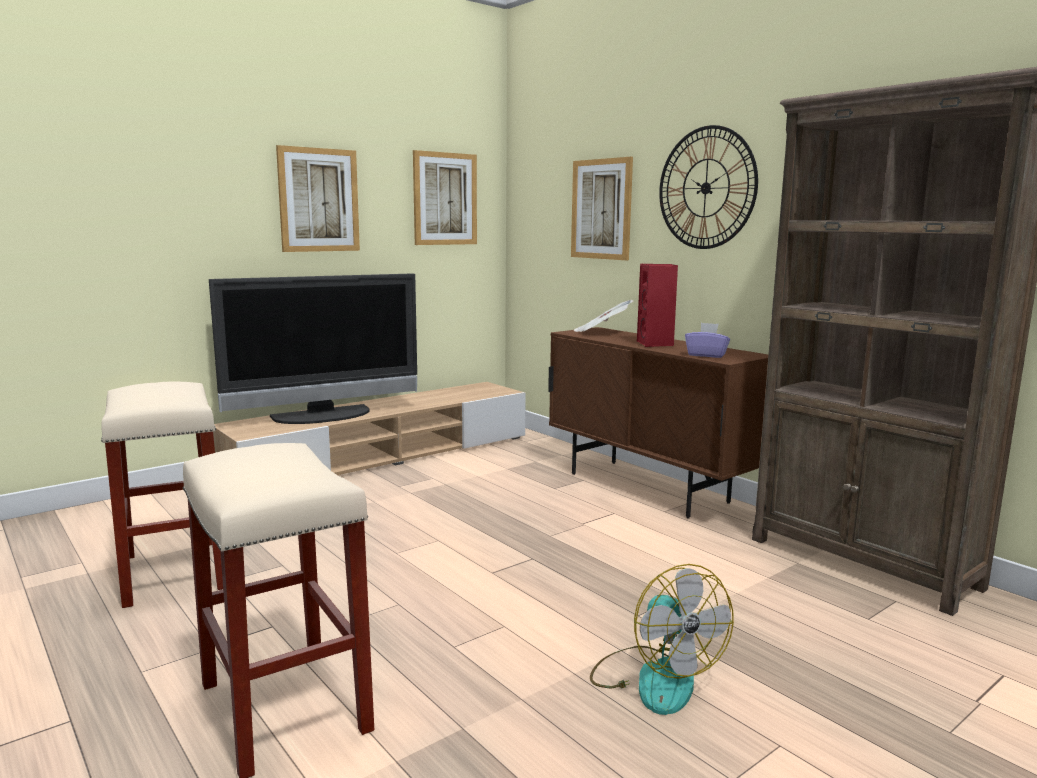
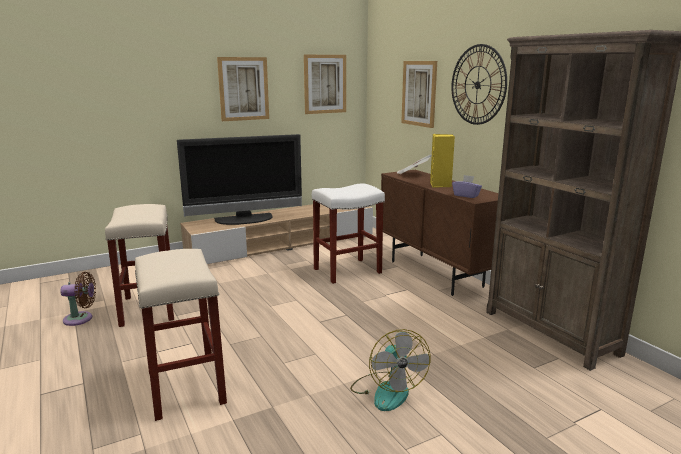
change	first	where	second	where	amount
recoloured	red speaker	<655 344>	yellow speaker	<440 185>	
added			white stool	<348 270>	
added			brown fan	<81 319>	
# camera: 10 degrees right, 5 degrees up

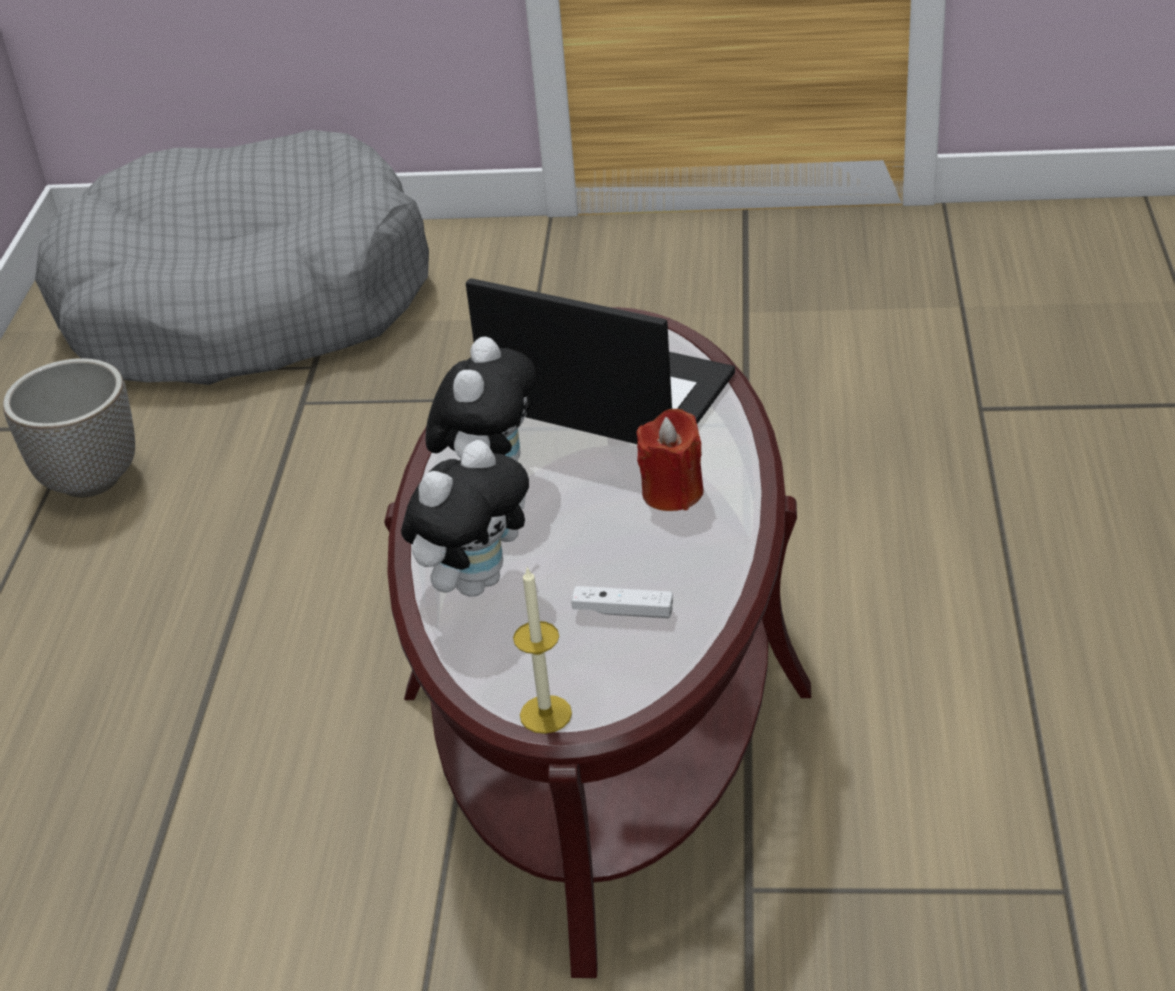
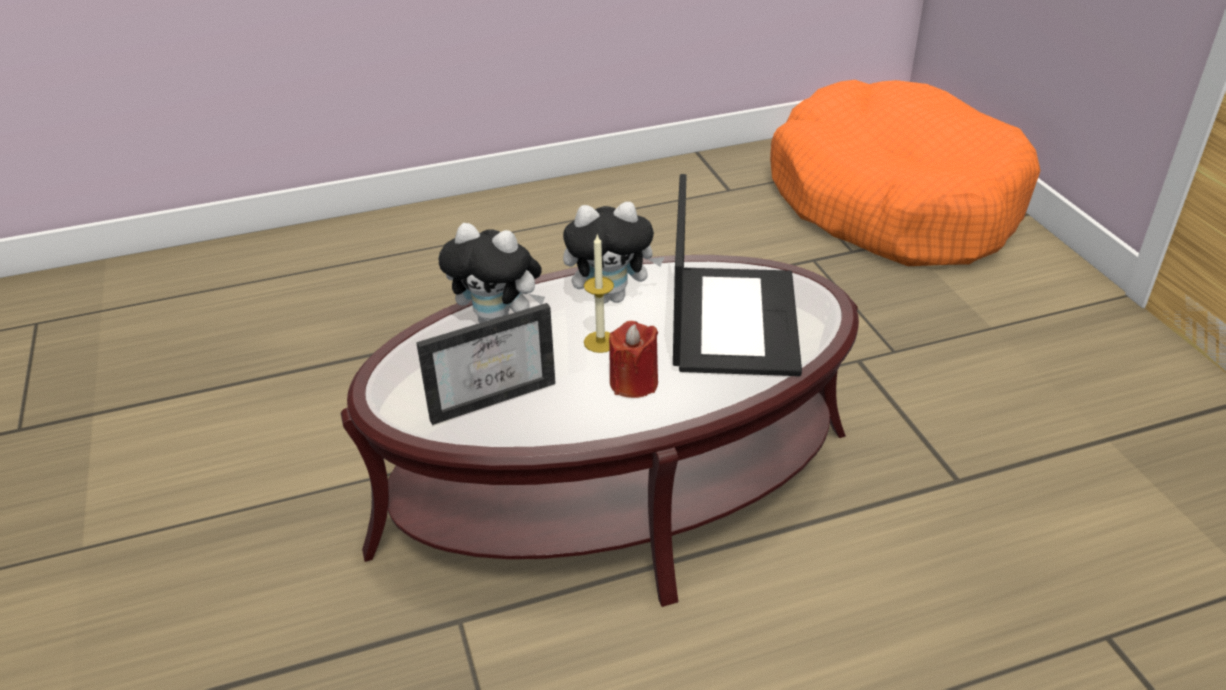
change	first	where	second	where	amount
recoloured	grey dog bed	<244 303>	orange dog bed	<893 202>	
removed	planter	<89 479>			
moved	candle	<545 714>		<600 342>	
replaced	white game controller	<623 611>	picture frame	<491 393>	
# camera: 65 degrees right, 0 degrees up

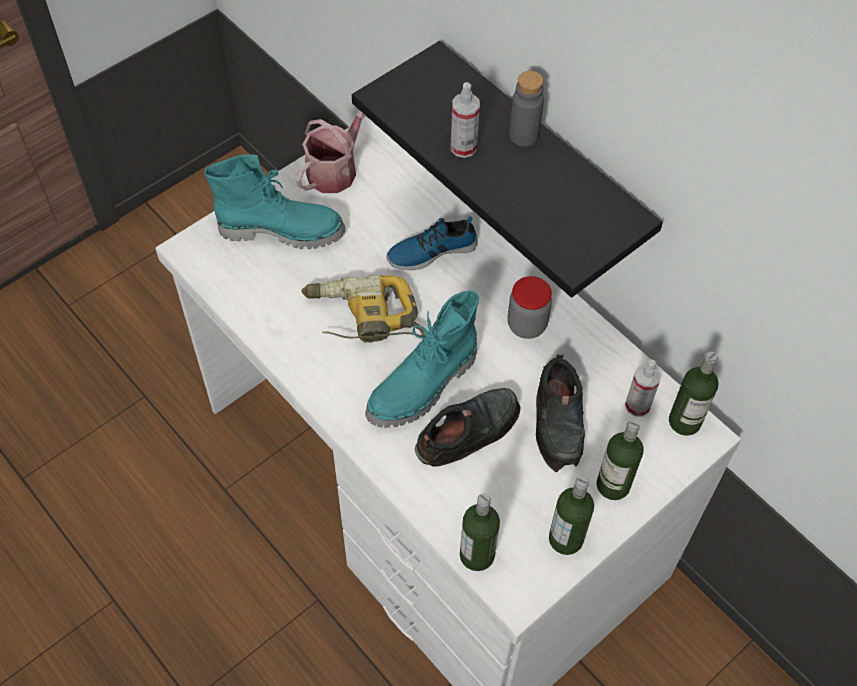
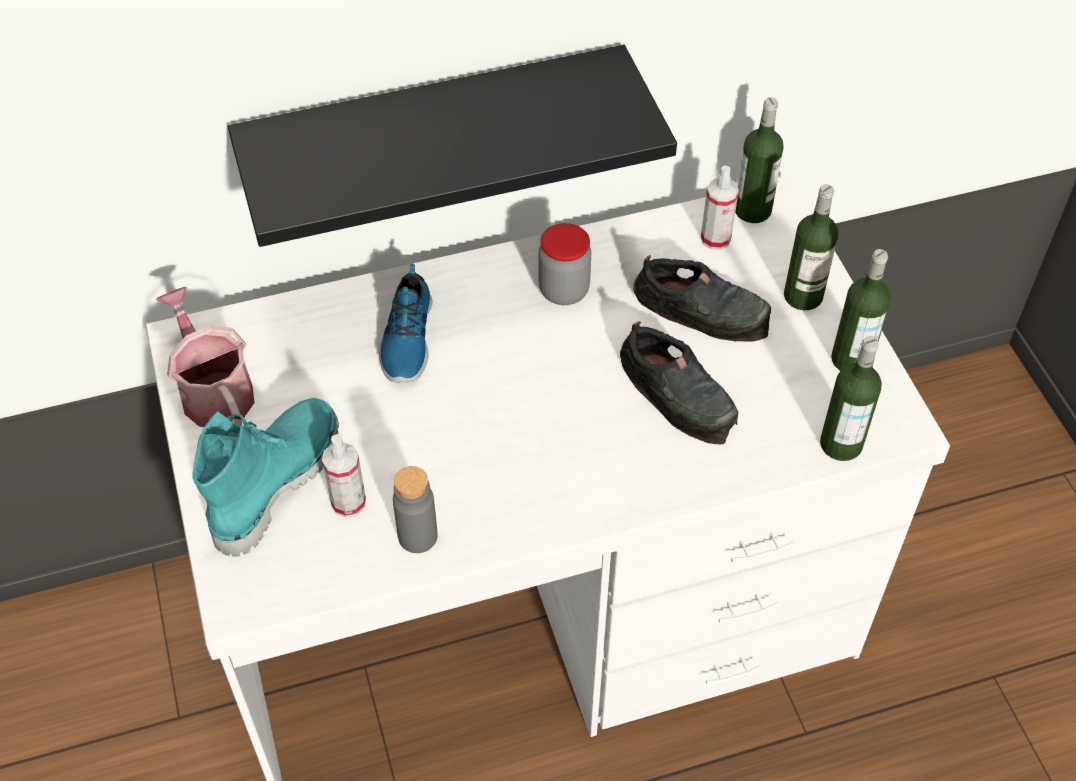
change	first	where	second	where	amount
moved	grey bottle	<524 135>		<418 536>	
moved	spray bottle	<463 147>		<348 502>	
removed	power drill	<362 318>			
removed	turquoise boot	<424 387>			
turned	black shoe	<469 430>		<678 394>	150 degrees clockwise
# camera: 65 degrees left, 5 degrees down

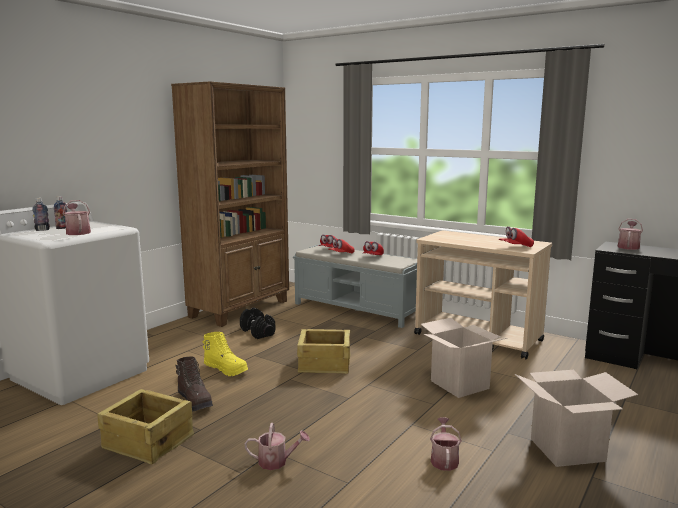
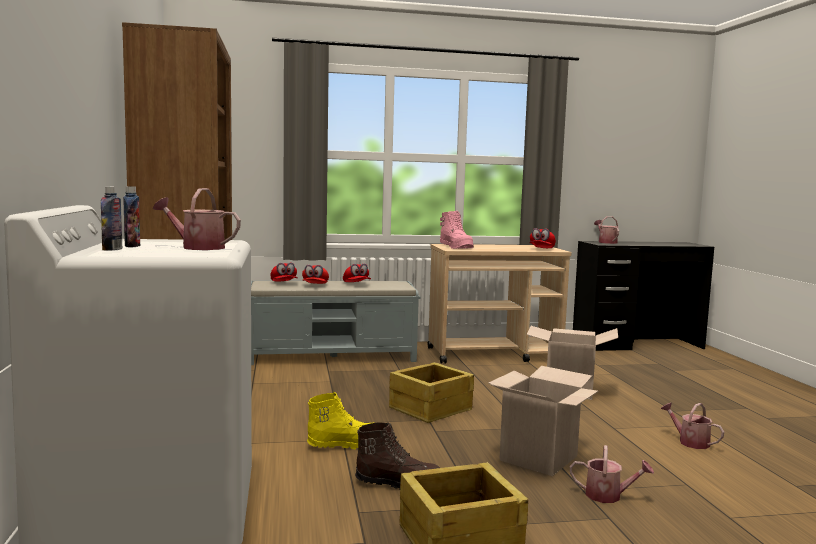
change	first	where	second	where	amount
removed	black dumbbell	<258 332>			
moved	cardboard box	<567 450>		<538 458>	
turned	watering can	<277 462>		<608 496>	60 degrees clockwise
added			pink boot	<456 247>	
# camera: 45 degrees left, 5 degrees down

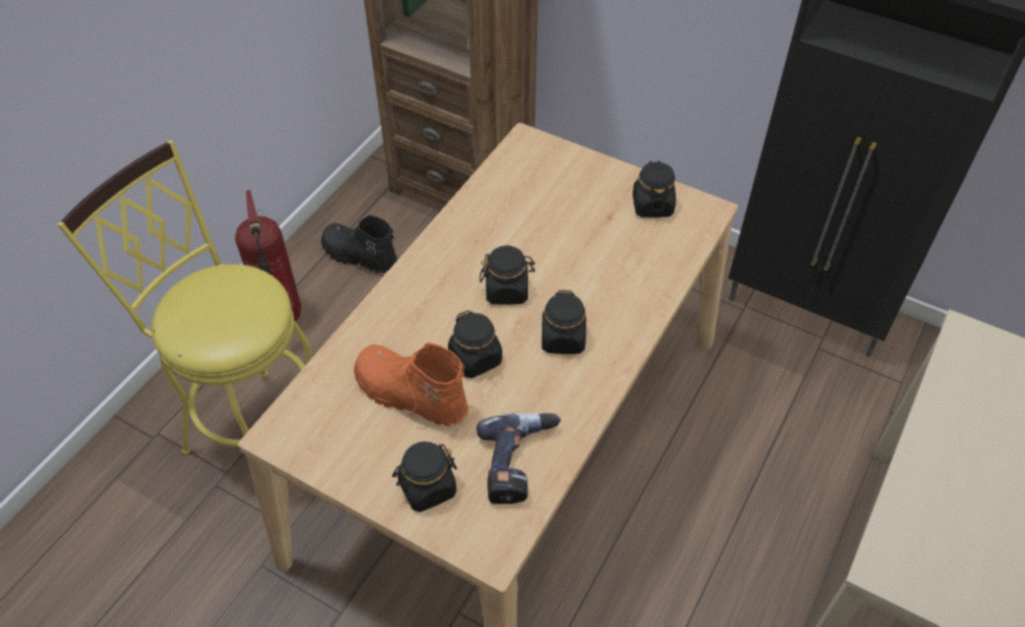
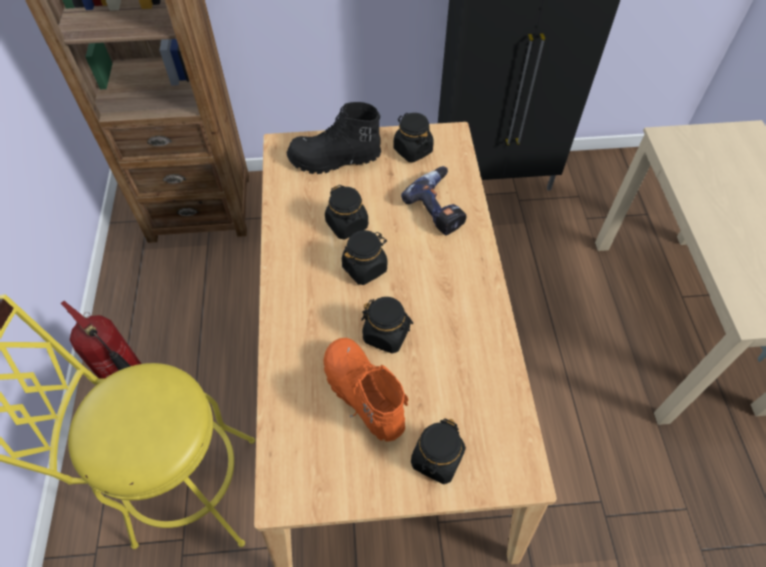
change	first	where	second	where	amount
moved	black boot	<359 256>		<334 160>	
moved	black jar	<563 339>		<347 225>	
turned	orange boot	<409 396>		<362 394>	60 degrees clockwise
moved	power drill	<520 463>		<440 206>	
# camera: 35 degrees left, 5 degrees up

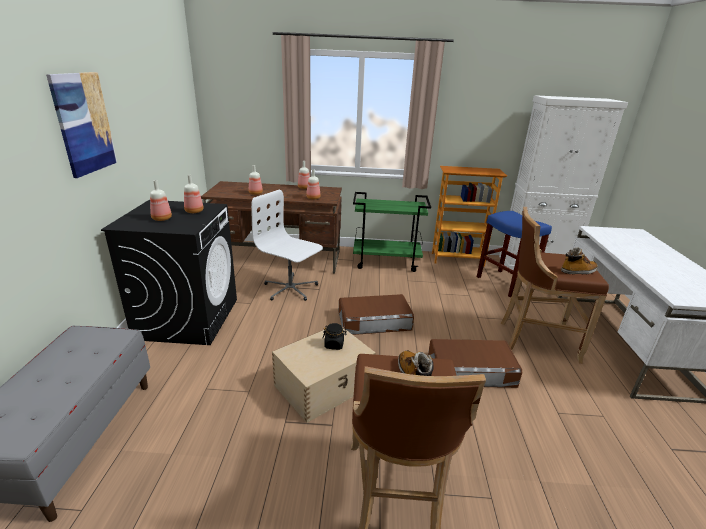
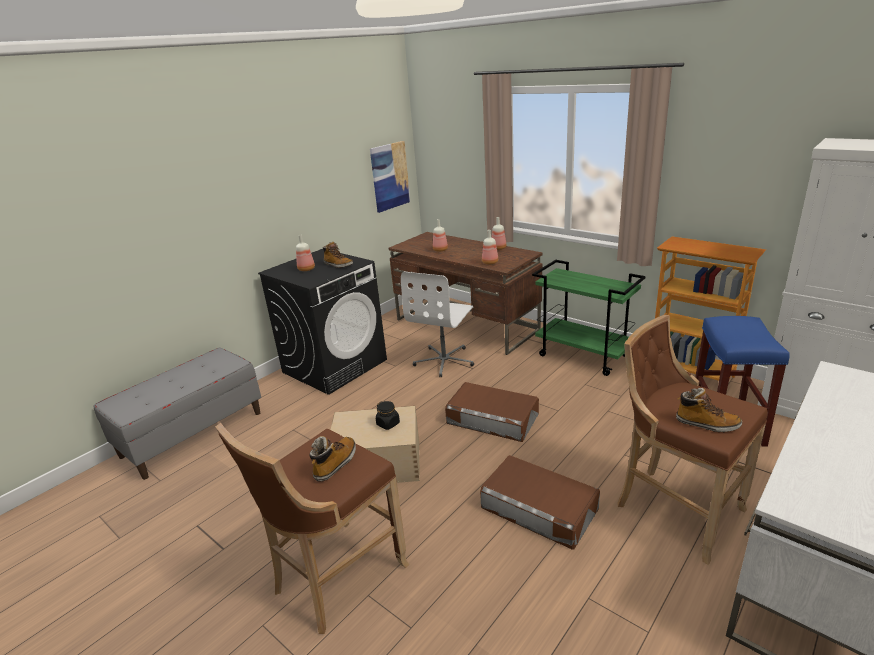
change	first	where	second	where	amount
moved	picture	<84 123>		<390 176>	
replaced	bottle	<194 211>	boot	<338 265>	
turned	white office chair	<290 289>		<444 361>	135 degrees counterclockwise
# camera: 40 degrees right, 0 degrees up

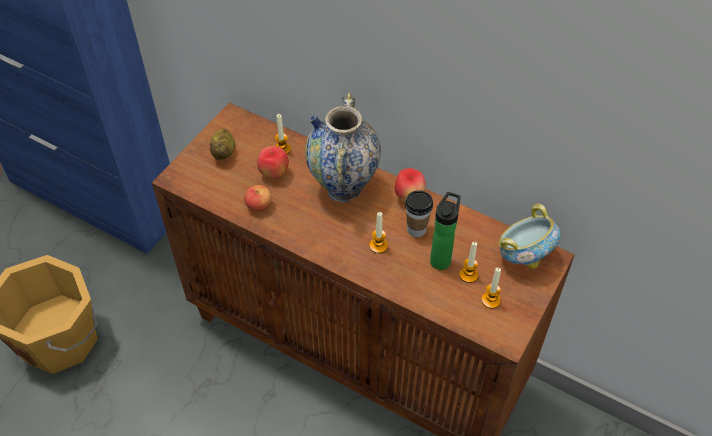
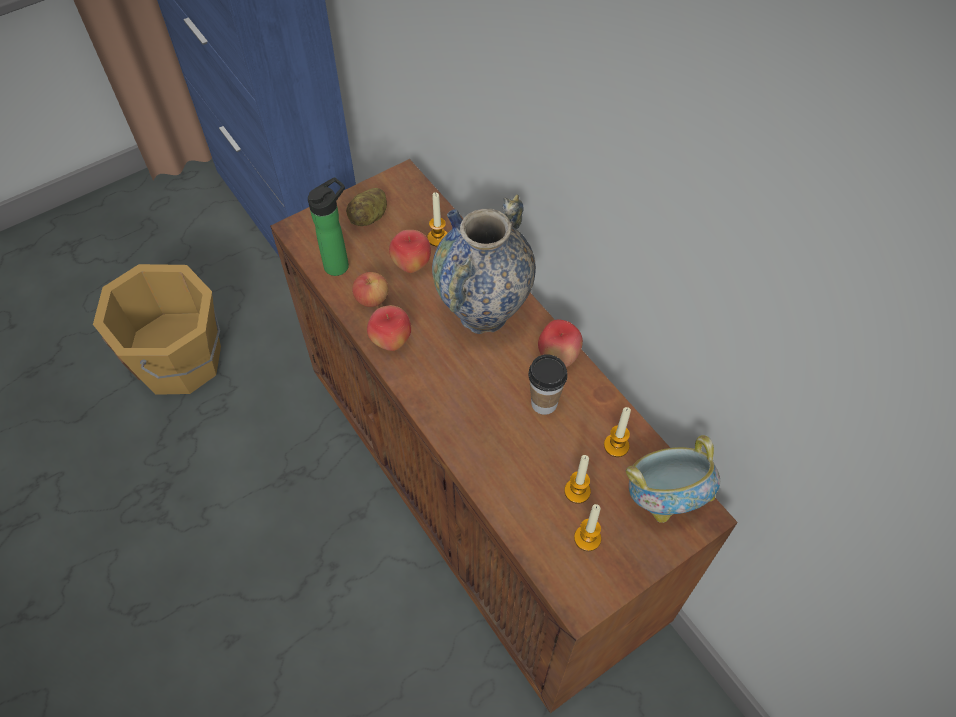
change	first	where	second	where	amount
moved	bottle	<441 259>		<339 264>	
moved	candle	<378 246>		<616 445>	
added			apple	<391 341>	
# camera: 25 degrees right, 5 degrees up

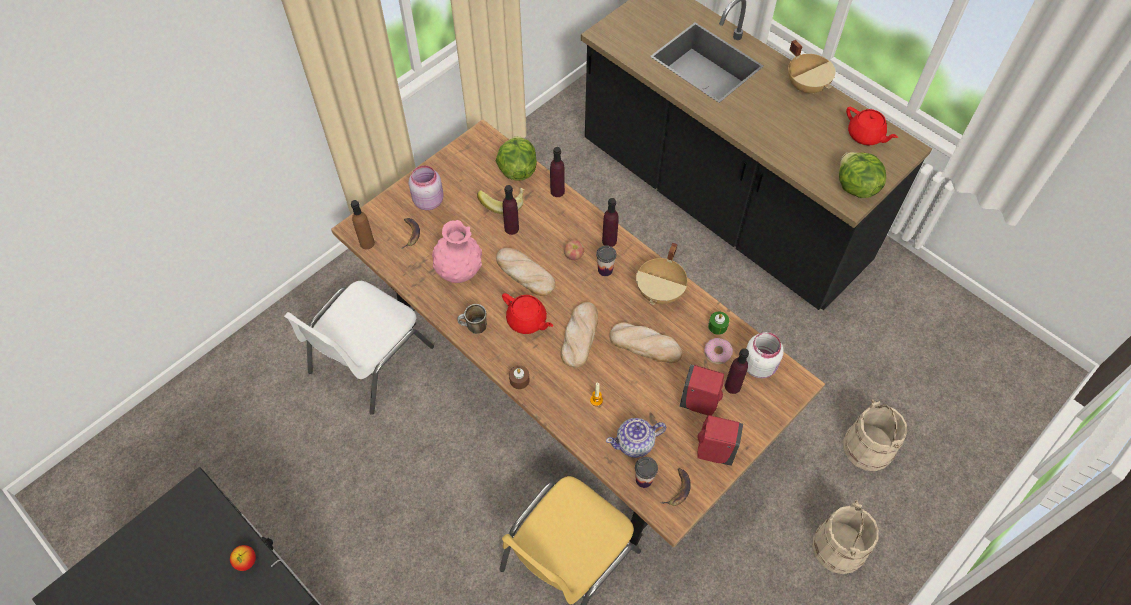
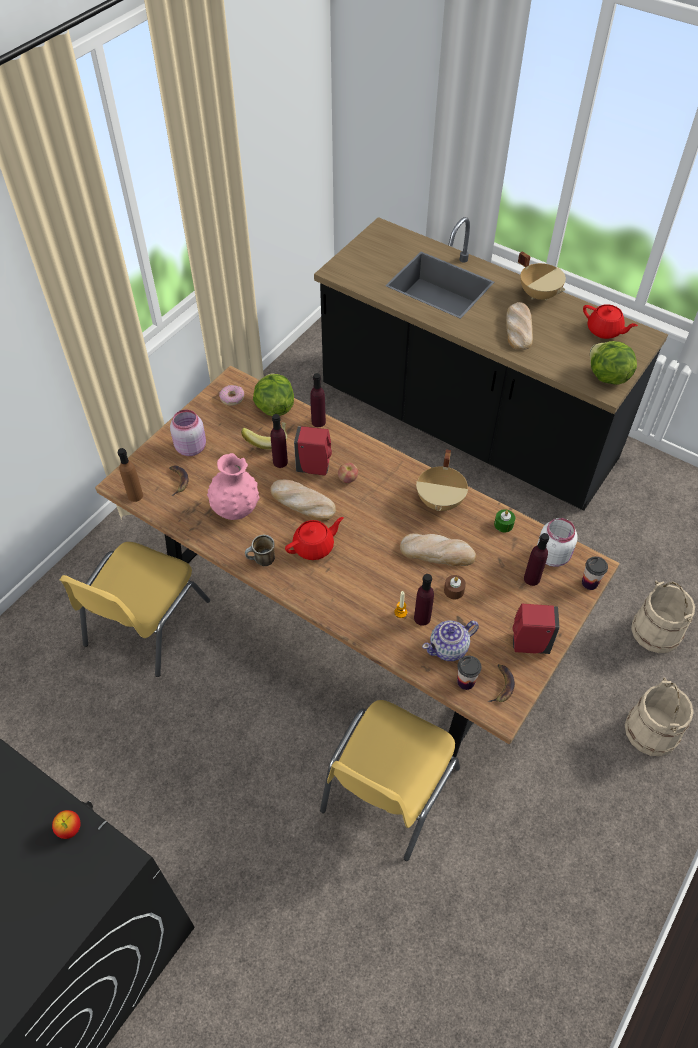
change	first	where	second	where	amount
moved	purple bottle	<609 241>		<422 618>	
moved	cup	<605 270>		<589 583>	
recoloured	white chair	<368 360>	yellow chair	<144 624>	
turned	red teapot	<527 321>		<314 547>	60 degrees counterclockwise
moved	bread	<579 335>		<518 328>	
moved	donut	<717 353>		<232 398>	
moved	brown candle	<519 380>		<454 590>	
moved	red soap dispenser	<700 403>		<315 468>	
# camera: 10 degrees left, 5 degrees down

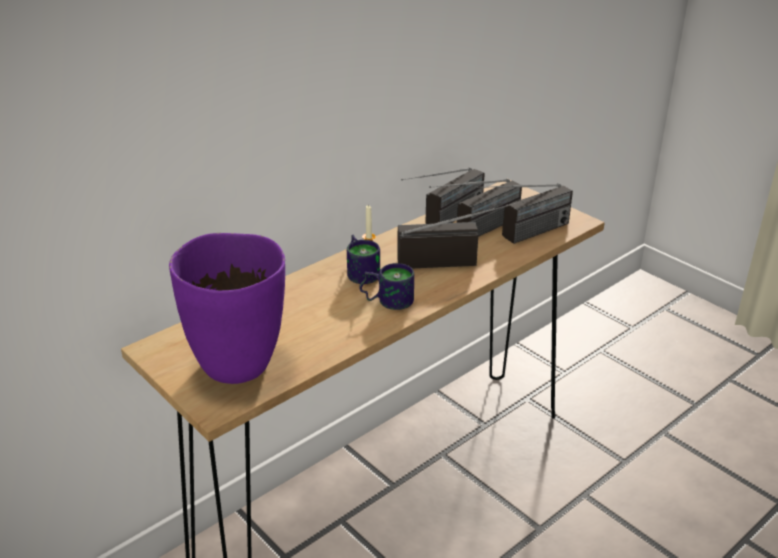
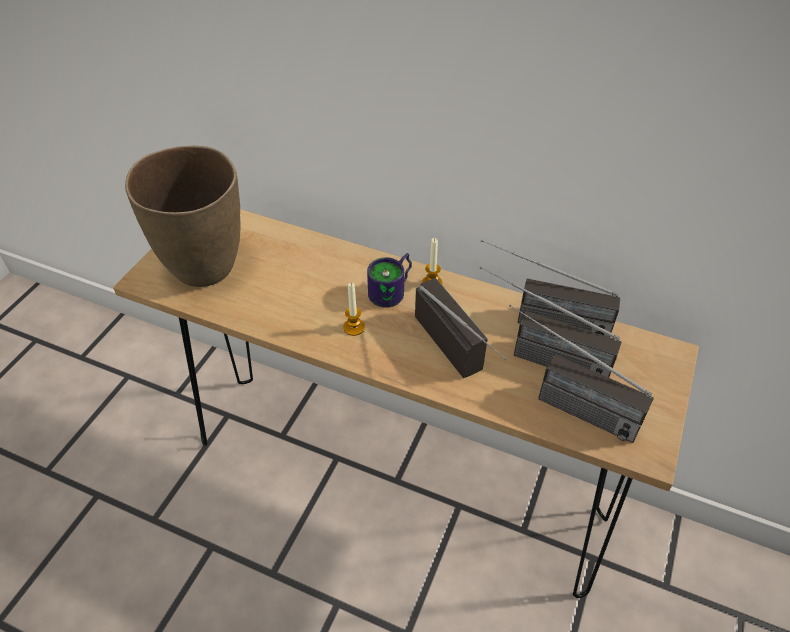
change	first	where	second	where	amount
recoloured	purple vase	<238 363>	brown vase	<206 268>	
replaced	mug	<387 299>	candle	<354 327>	
# camera: 65 degrees right, 15 degrees up

